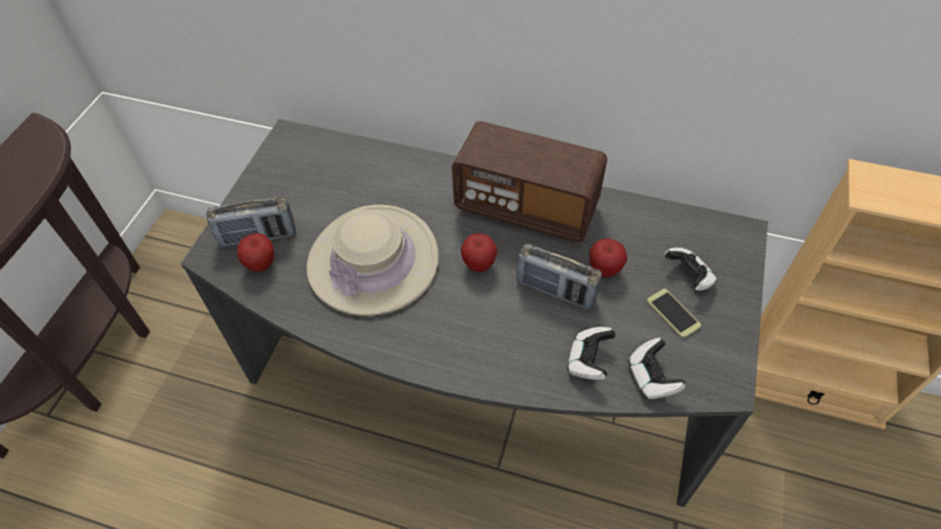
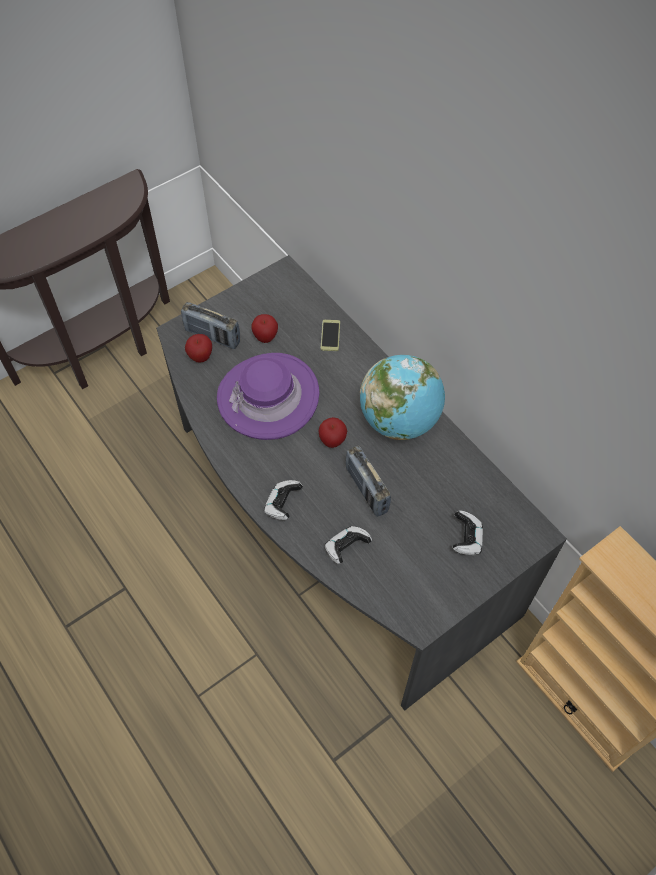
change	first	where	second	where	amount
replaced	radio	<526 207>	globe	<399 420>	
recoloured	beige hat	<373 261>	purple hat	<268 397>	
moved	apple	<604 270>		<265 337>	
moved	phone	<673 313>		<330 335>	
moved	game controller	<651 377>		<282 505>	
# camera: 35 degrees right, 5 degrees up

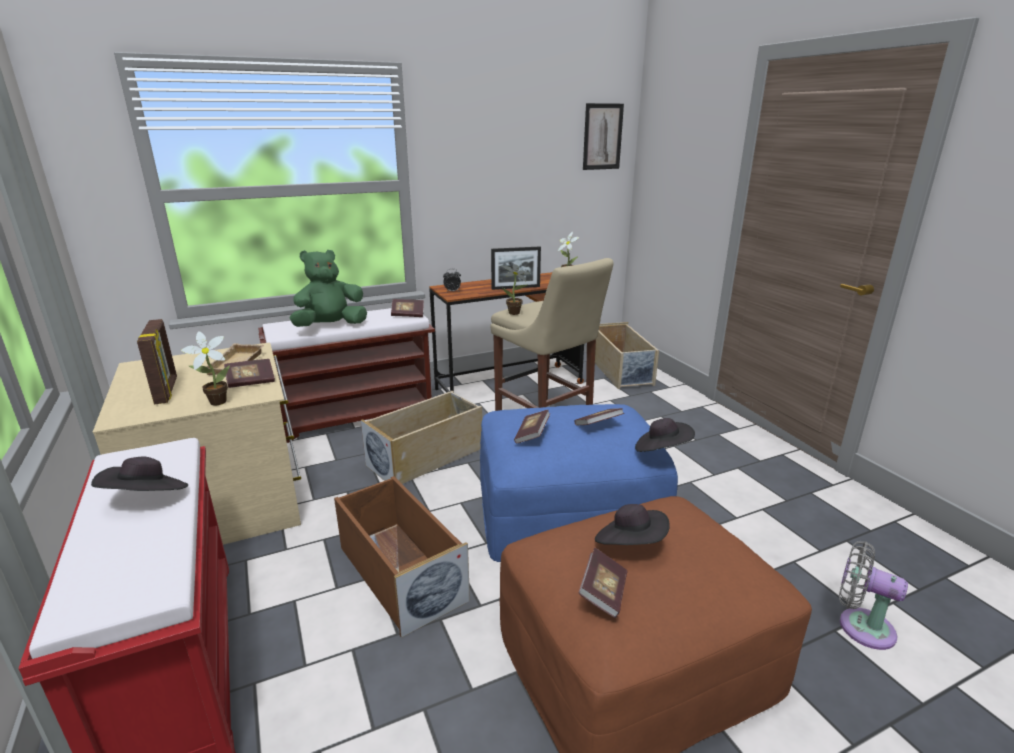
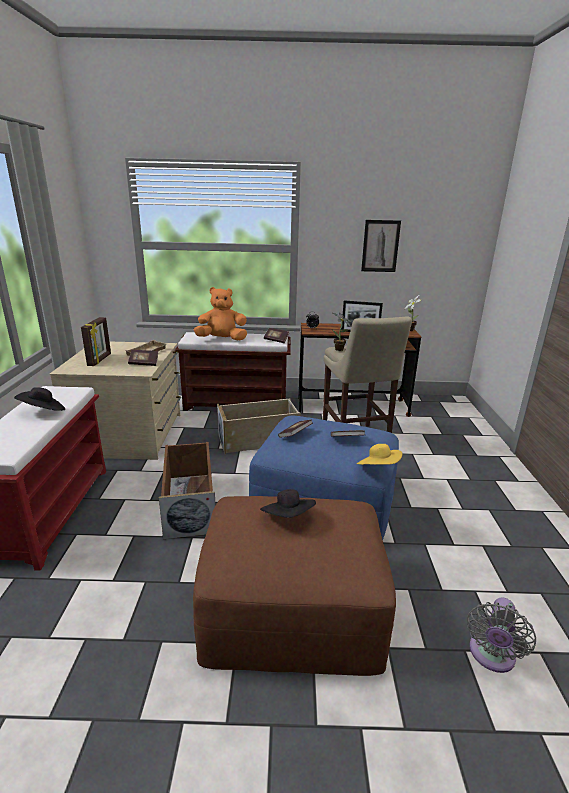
change	first	where	second	where	amount
moved	picture	<602 137>		<380 246>	
recoloured	green plush toy	<330 326>	orange plush toy	<222 339>	
removed	beige storage box	<621 372>			
removed	potted plant	<215 402>			
recoloured	black hat	<661 450>	yellow hat	<378 468>	
turned	grey fan	<860 626>		<491 656>	120 degrees counterclockwise
removed	book	<603 593>			
# camera: 25 degrees right, 0 degrees up

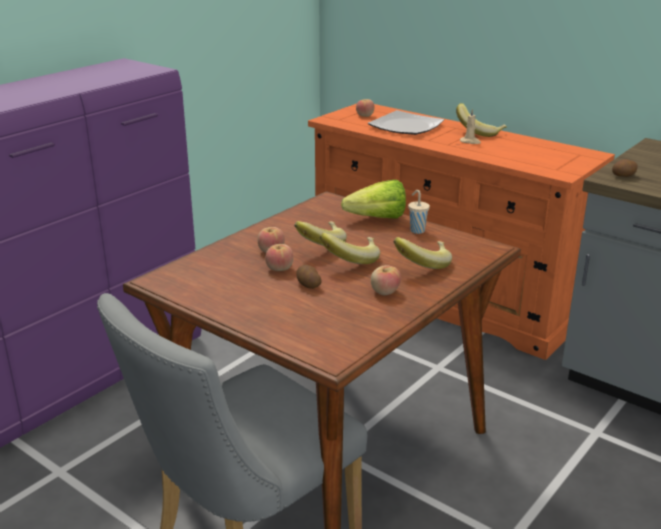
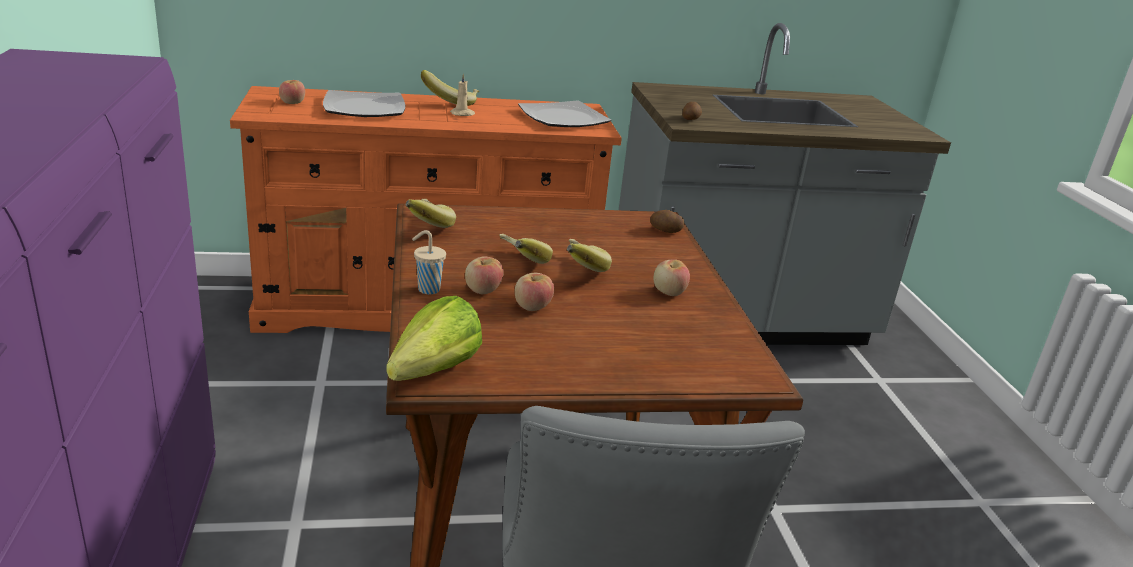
change	first	where	second	where	amount
moved	lettuce	<372 219>		<426 375>	
moved	beige cup	<417 230>		<427 289>	
moved	banana	<422 264>		<424 227>	
moved	potato	<308 285>		<665 231>	
added			plate	<564 118>	
# camera: 50 degrees left, 0 degrees up

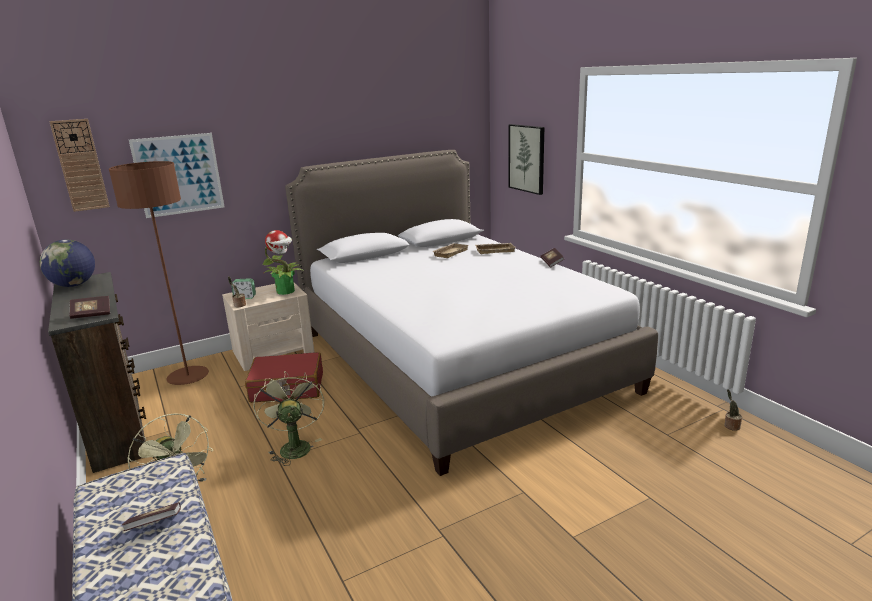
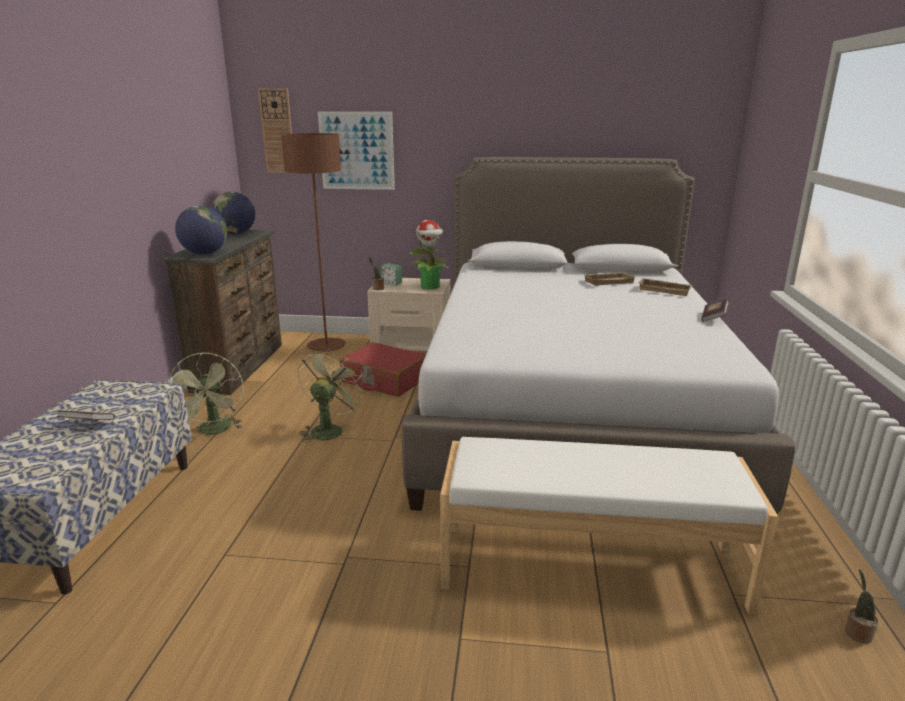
change	first	where	second	where	amount
removed	picture	<527 158>			
replaced	book	<92 314>	globe	<205 254>	
added			white bench	<589 565>	
# camera: 35 degrees right, 0 degrees up

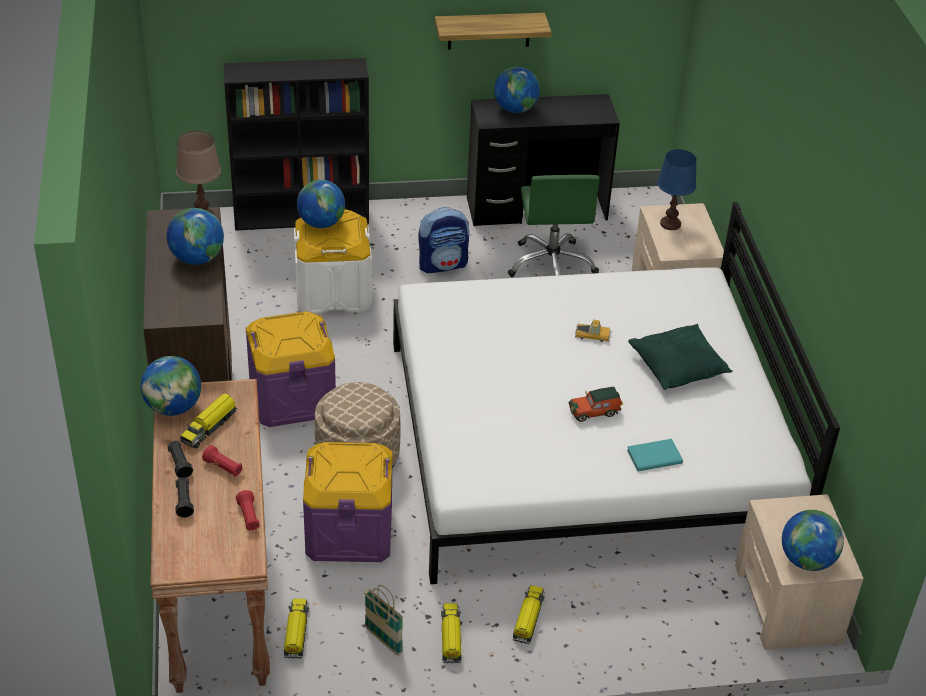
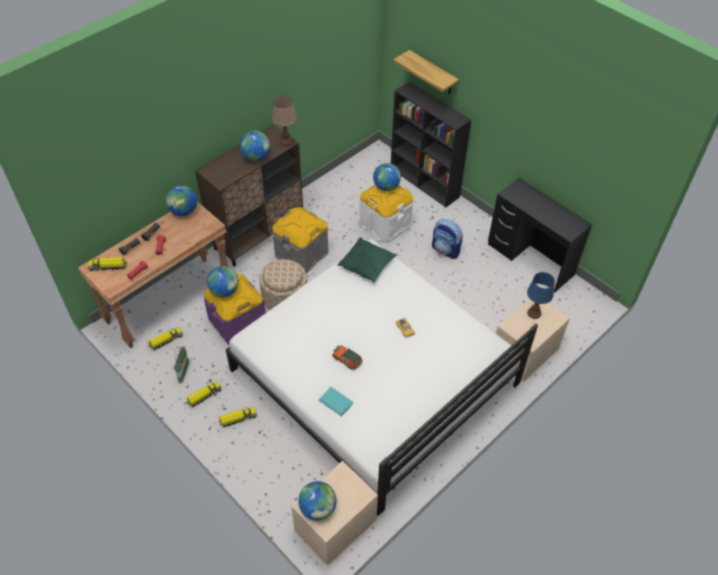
change	first	where	second	where	amount
moved	shelf	<489 31>		<432 73>	
moved	globe	<515 109>		<224 291>	
removed	green office chair	<552 266>			
recoloured	purple storage box	<292 398>	grey storage box	<301 254>	
moved	green pillow	<678 367>		<367 265>	
moved	toy truck	<209 426>		<108 266>	
# camera: 55 degrees right, 10 degrees up

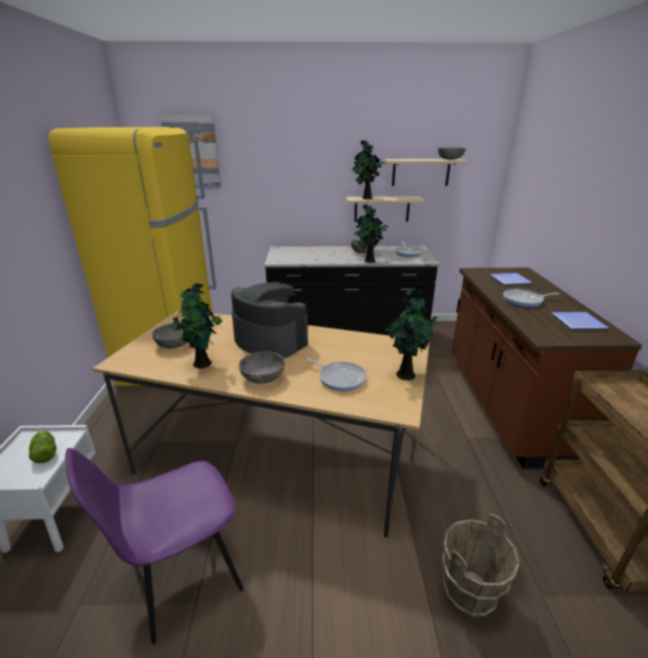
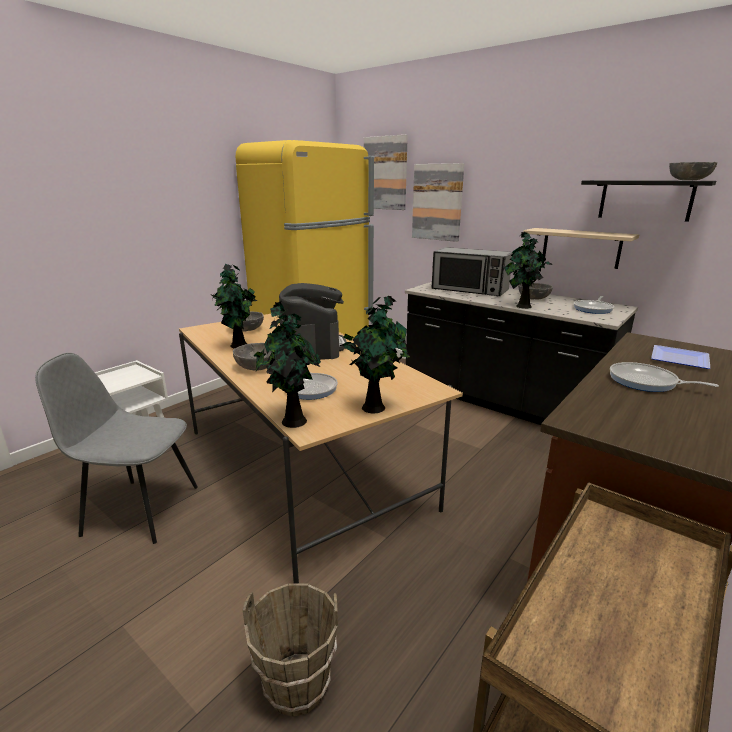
change	first	where	second	where	amount
moved	potted plant	<366 198>		<292 421>	
recoloured	beige shelf	<420 172>	black shelf	<645 200>	
removed	plate	<580 323>			
removed	lettuce	<45 452>			
recoloured	purple chair	<181 574>	grey chair	<139 509>	
added			picture	<437 202>	
added			microwave	<469 290>	
# camera: 40 degrees right, 5 degrees down

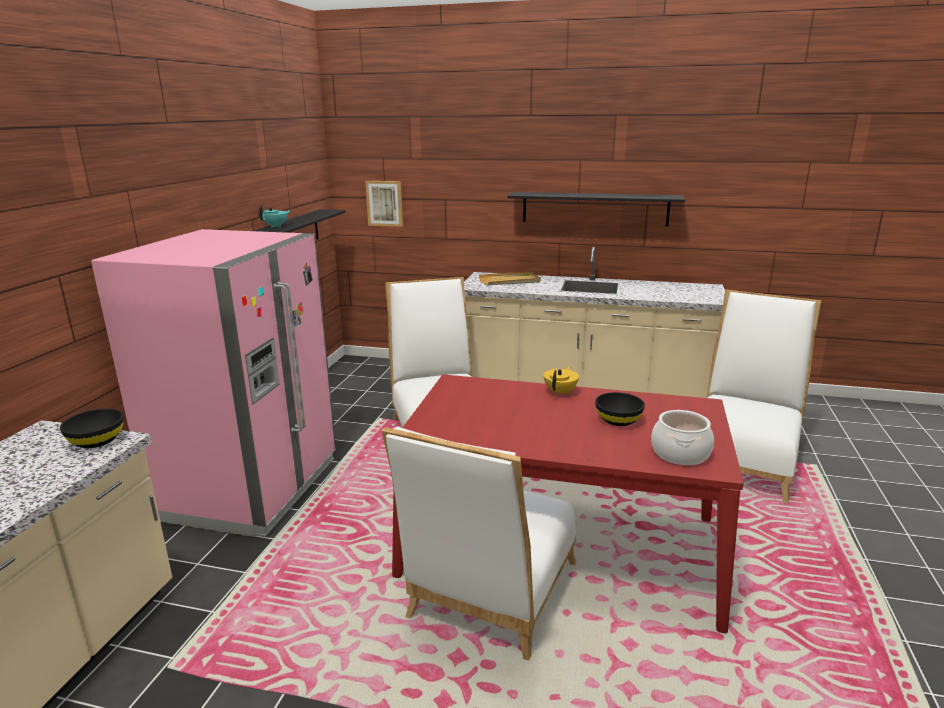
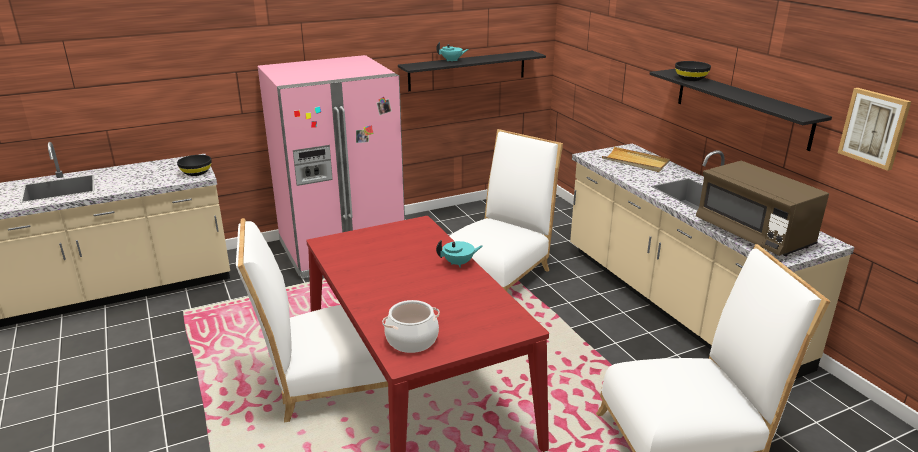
change	first	where	second	where	amount
moved	picture	<384 203>		<874 128>	
recoloured	yellow teapot	<561 392>	turquoise teapot	<459 263>	
moved	black bowl	<618 420>		<691 79>	
added			brown microwave	<753 234>	
# camera: 50 degrees right, 5 degrees up

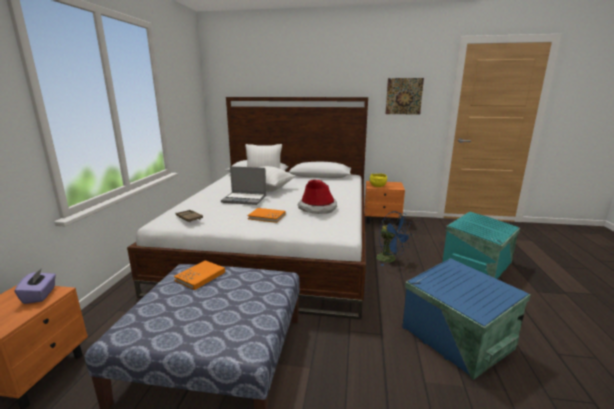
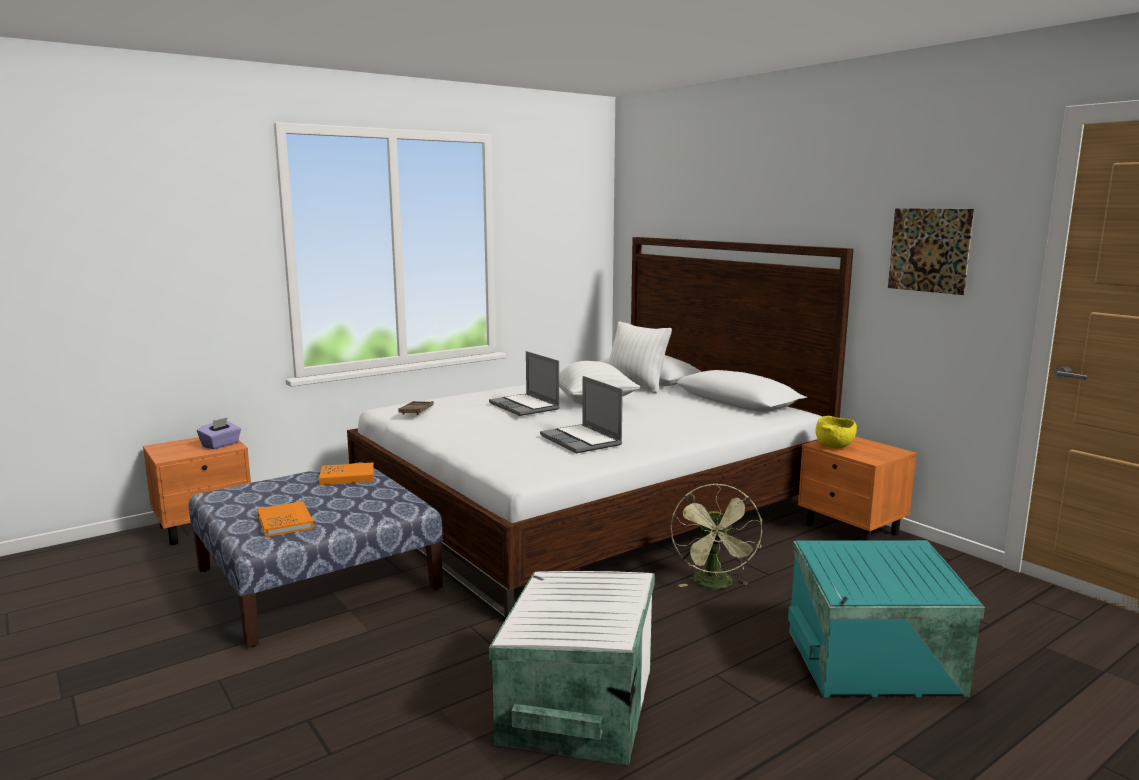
change	first	where	second	where	amount
replaced	hat	<317 208>	laptop	<582 440>	
moved	orange book	<267 217>		<285 522>	
recoloured	blue fan	<390 259>	green fan	<715 585>	
recoloured	blue storage box	<456 339>	white storage box	<574 706>	
# camera: 45 degrees right, 5 degrees down

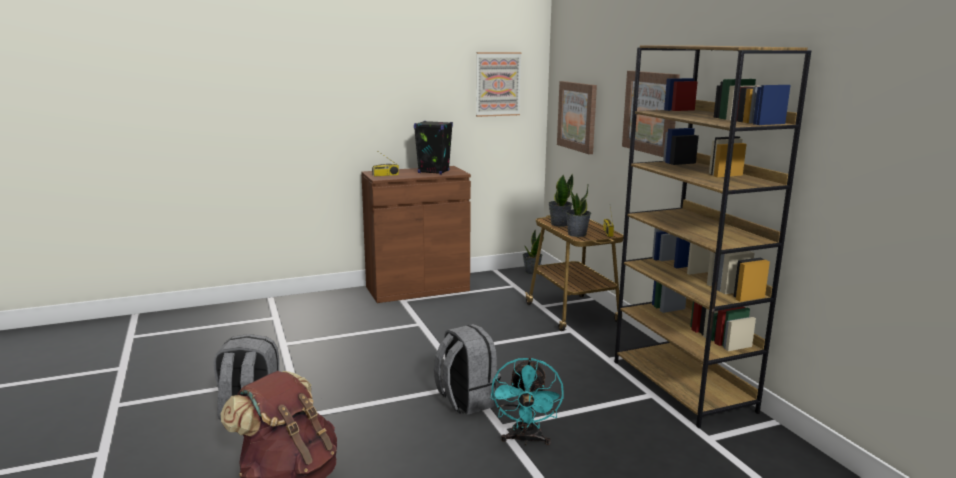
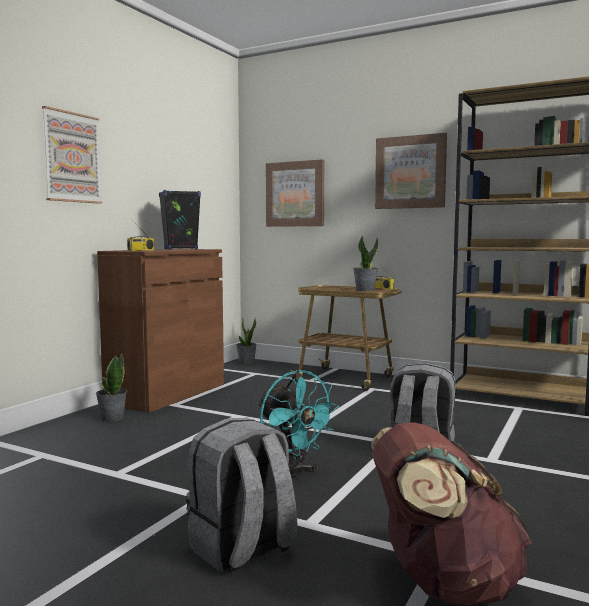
change	first	where	second	where	amount
moved	picture	<498 84>		<72 157>	
moved	potted plant	<559 224>		<112 418>	
moved	turquoise fan	<525 440>		<291 475>	
# camera: 40 degrees left, 10 degrees down

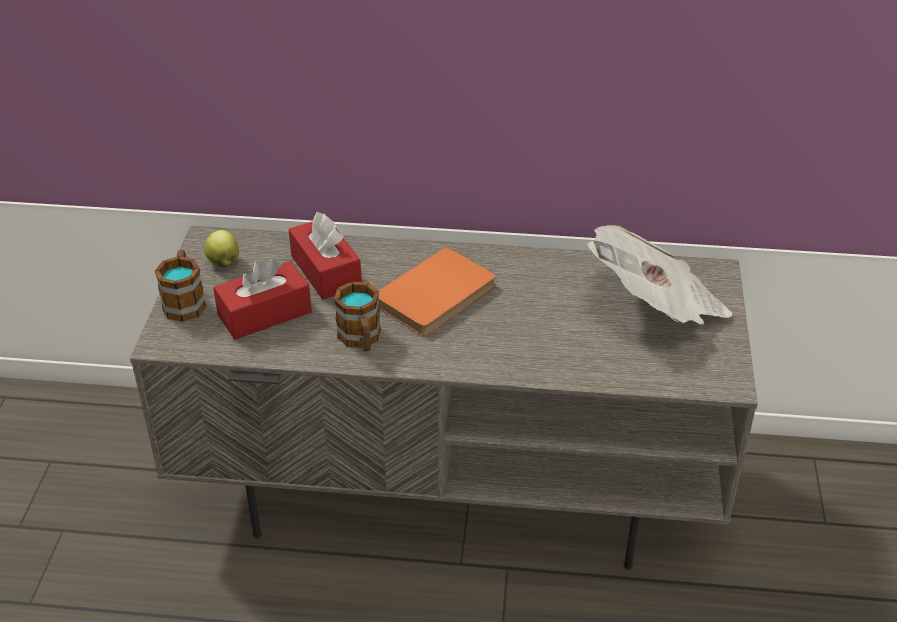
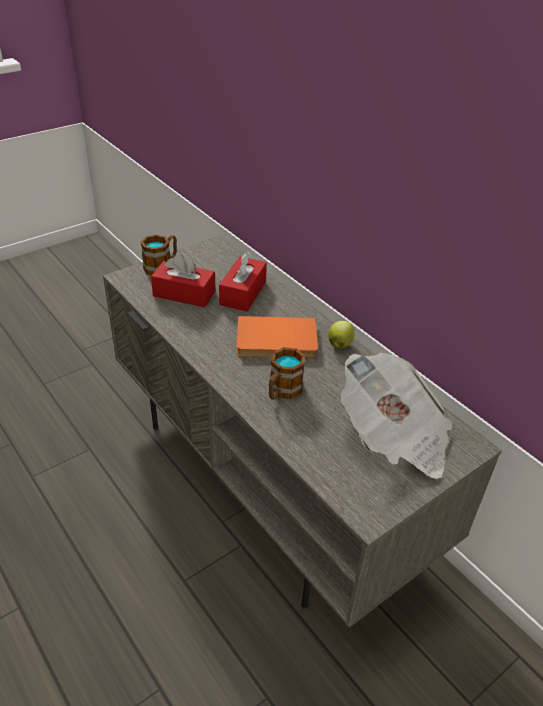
change	first	where	second	where	amount
moved	apple	<223 262>		<339 344>	
moved	mug	<361 340>		<282 391>	
# camera: 45 degrees right, 0 degrees up

